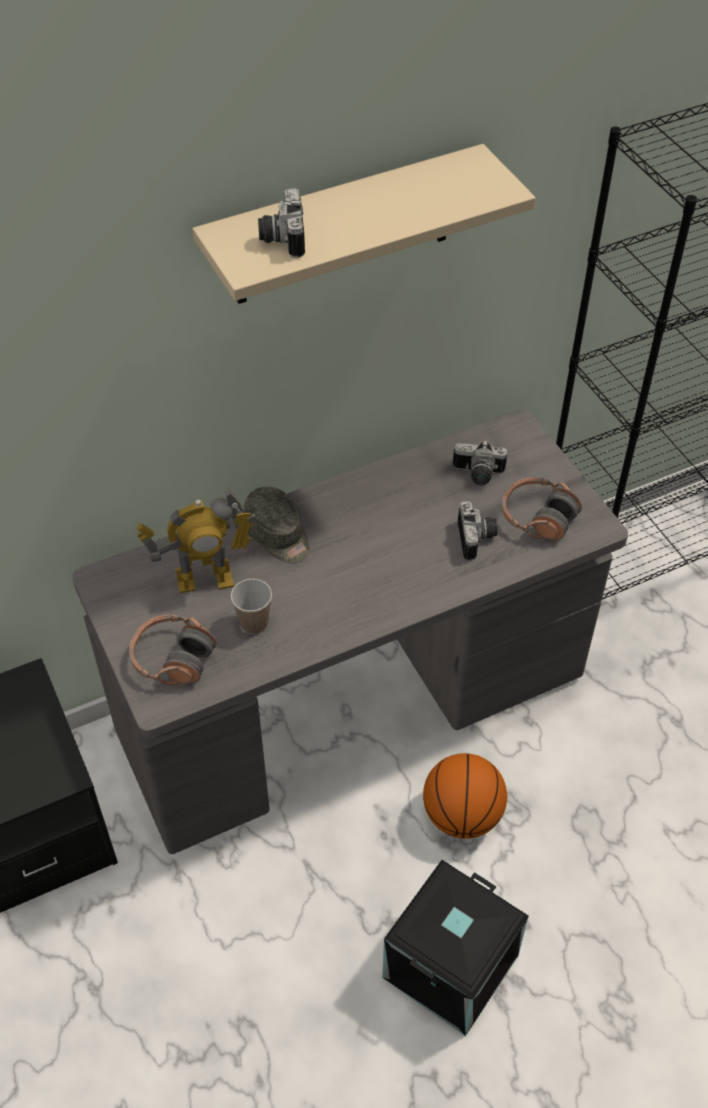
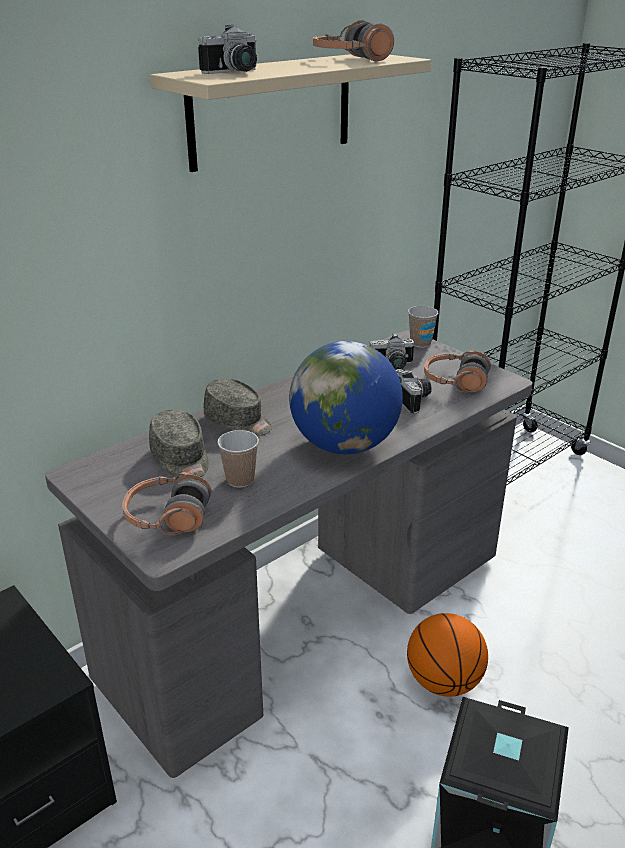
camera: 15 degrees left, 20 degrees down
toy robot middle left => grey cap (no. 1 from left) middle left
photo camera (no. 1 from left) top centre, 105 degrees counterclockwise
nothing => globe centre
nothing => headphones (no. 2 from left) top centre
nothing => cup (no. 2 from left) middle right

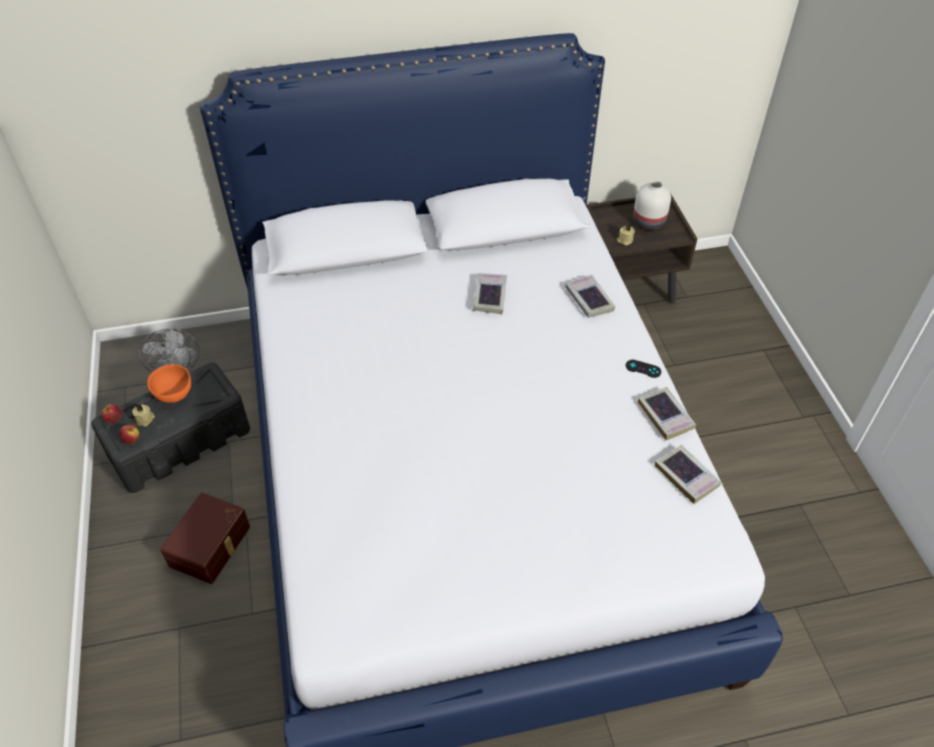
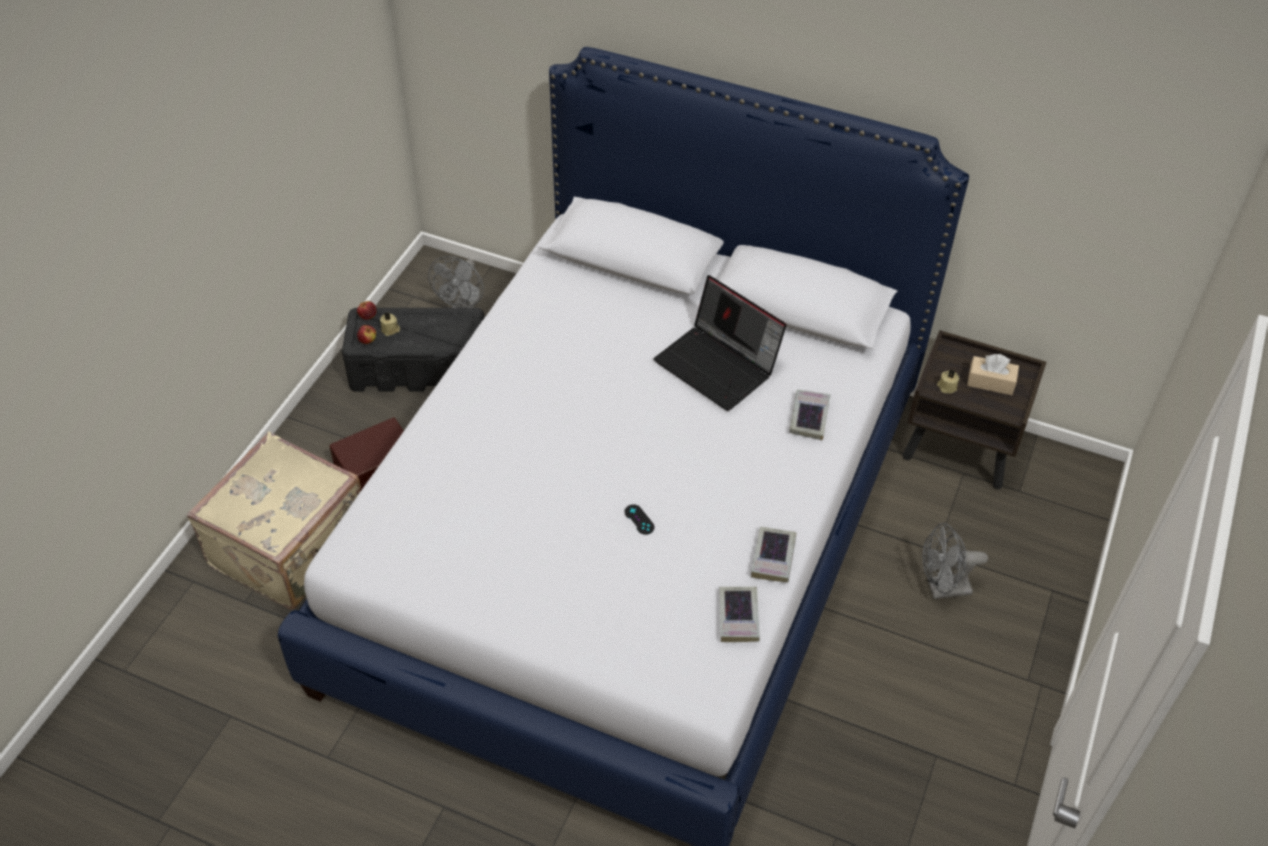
camera: 35 degrees right, 0 degrees up
orange bowl middle left => nothing
book (no. 1 from left) centre => laptop centre
black game controller middle right => black game controller centre, relocated
white vase top right => beige tissue box middle right
nothing => beige suitcase middle left
nothing => grey fan (no. 2 from left) middle right

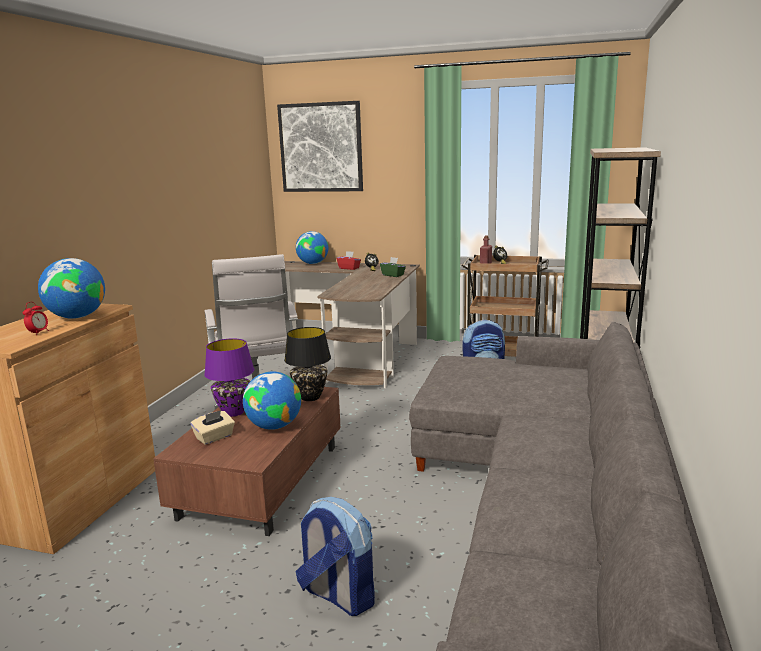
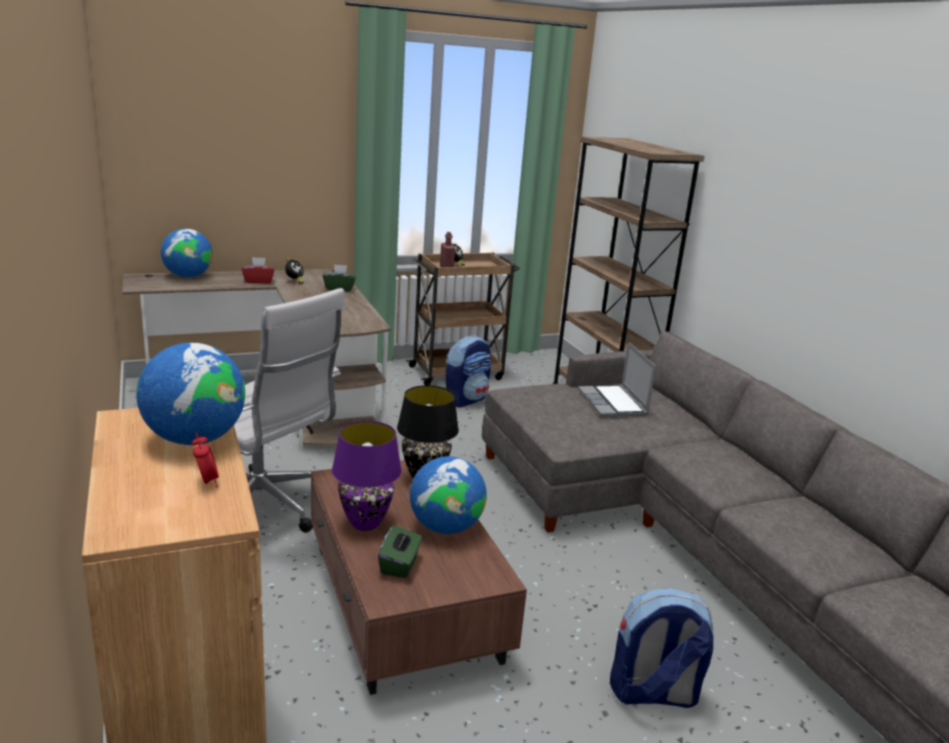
camera: 40 degrees left, 5 degrees up
beige tissue box middle left => green tissue box (no. 2 from left) bottom centre
picture top centre => nothing
nothing => laptop centre

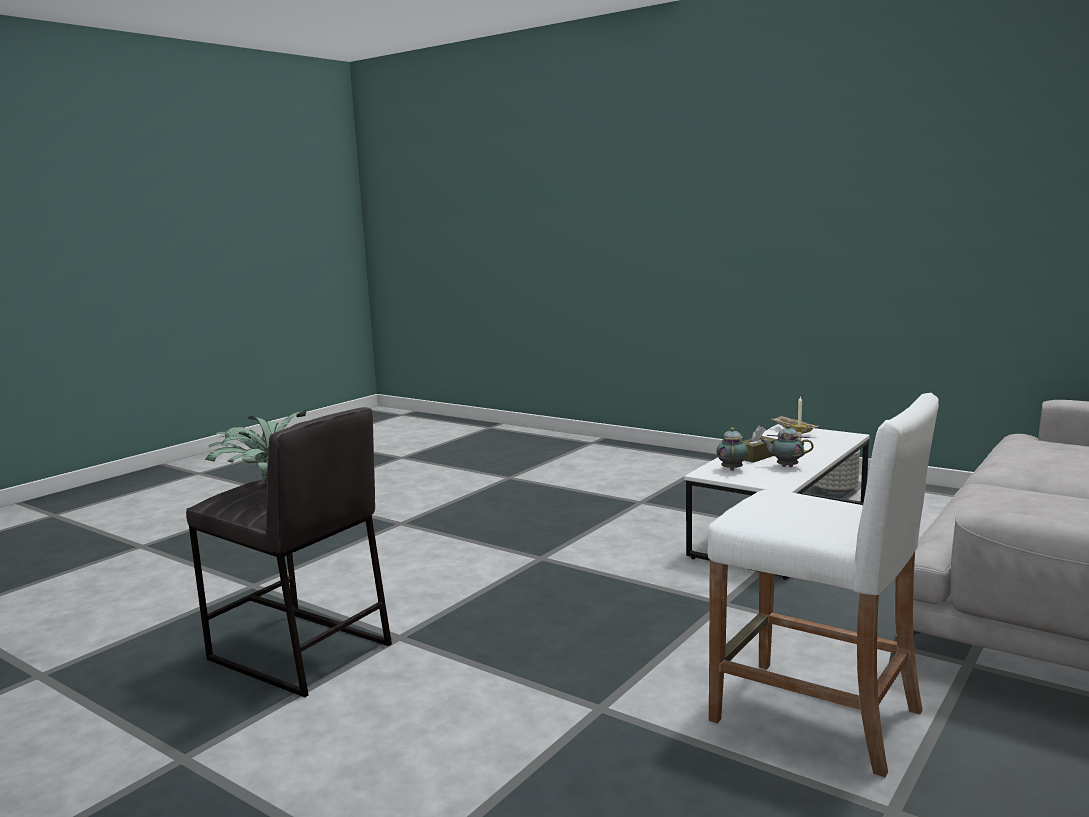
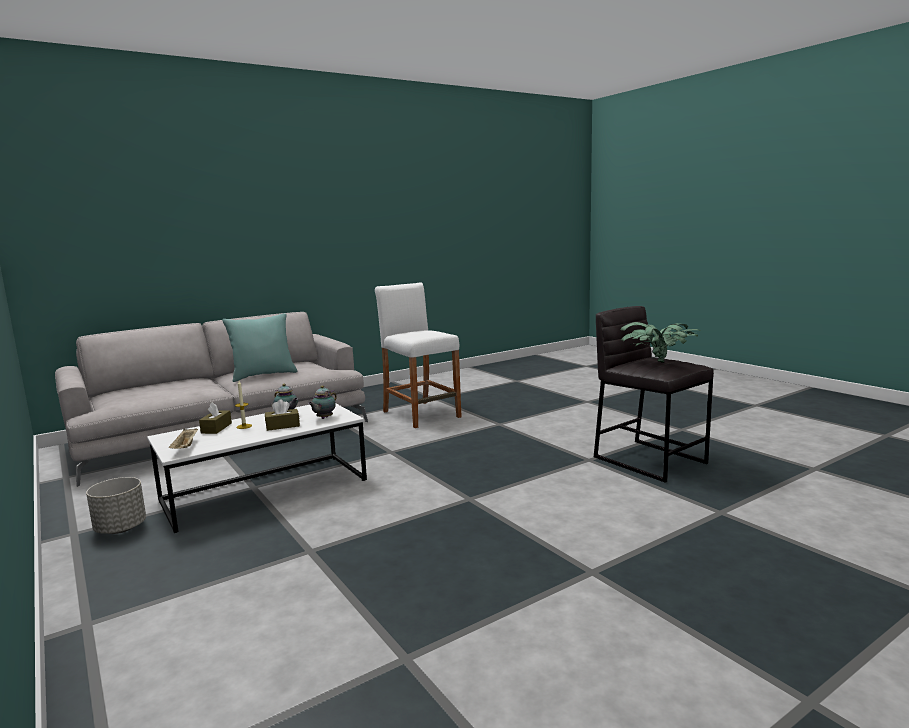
camera: 160 degrees left, 0 degrees up
nothing => brown tissue box (no. 1 from left) middle left
nothing => turquoise pillow middle left

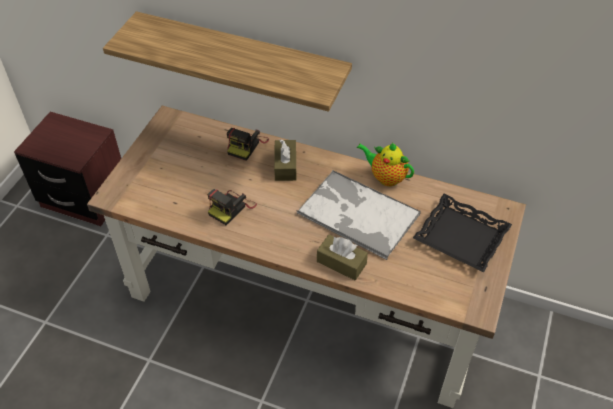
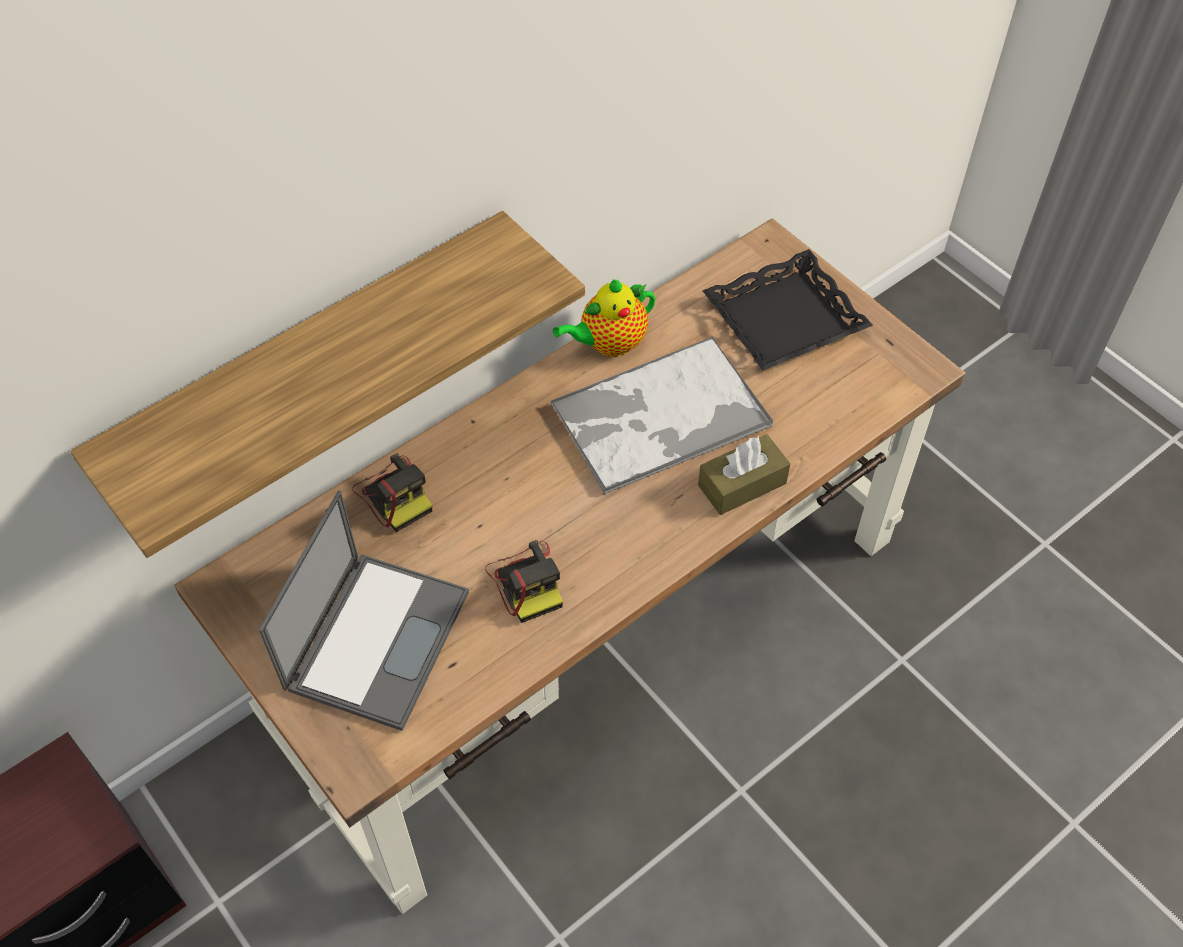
camera: 60 degrees left, 5 degrees up
brown tissue box (no. 1 from left) centre => nothing
nothing => laptop middle left

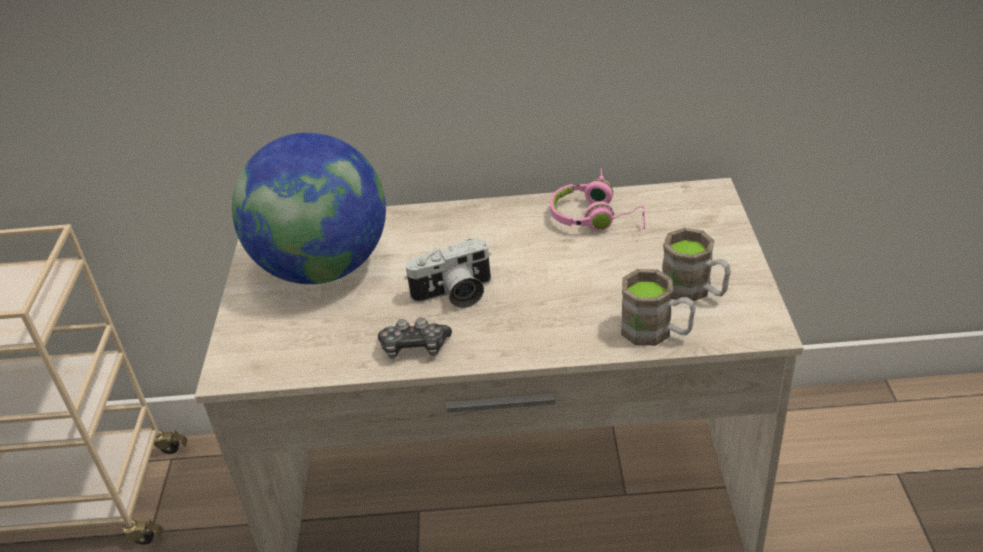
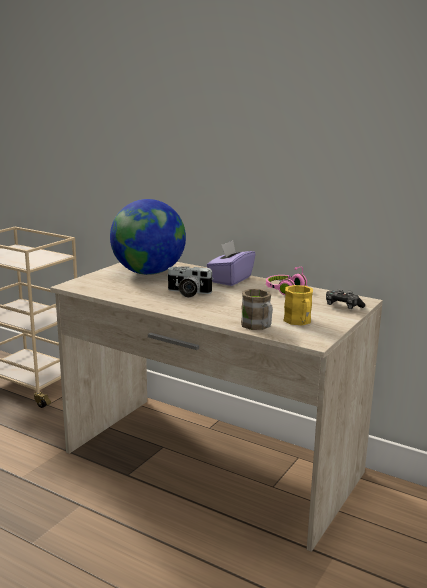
camera: 30 degrees right, 20 degrees down
game controller centre => game controller middle right, relocated
brown mug (no. 2 from left) middle right => yellow mug middle right
nothing => purple tissue box centre

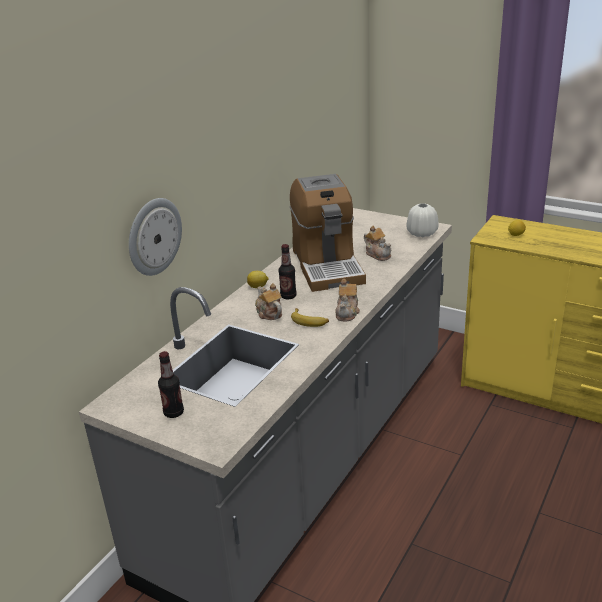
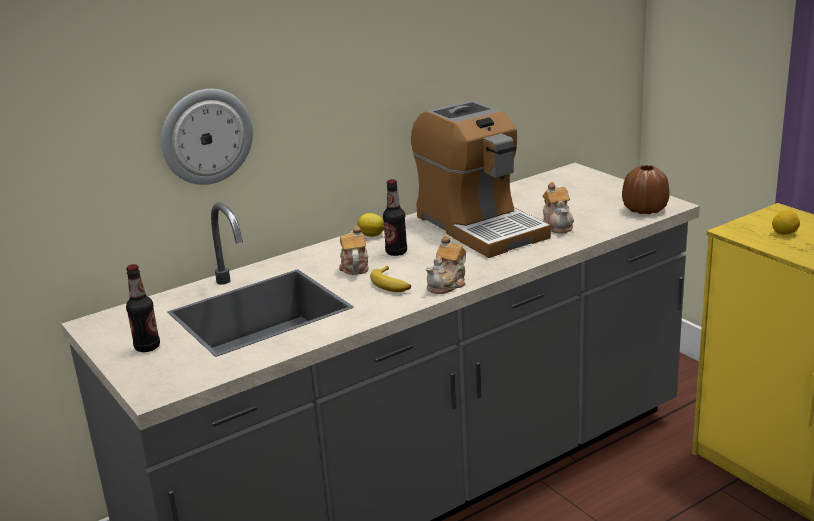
camera: 25 degrees right, 5 degrees down
coffee machine centre, 45 degrees counterclockwise
white vase middle right => brown vase middle right

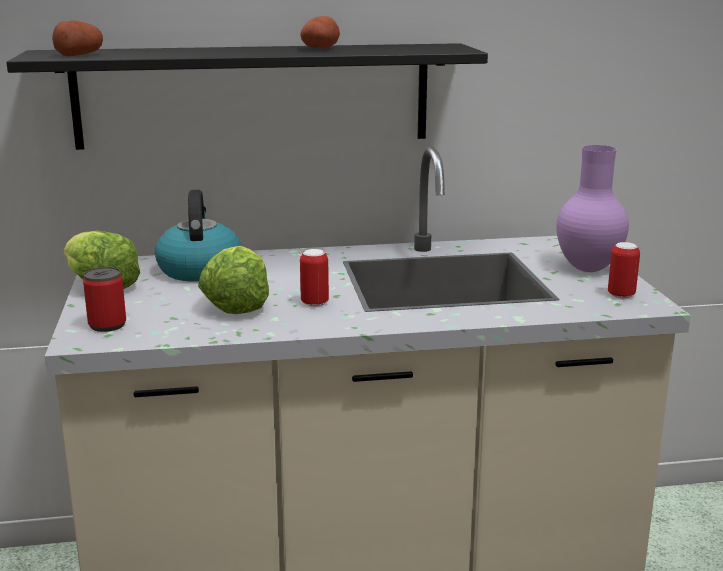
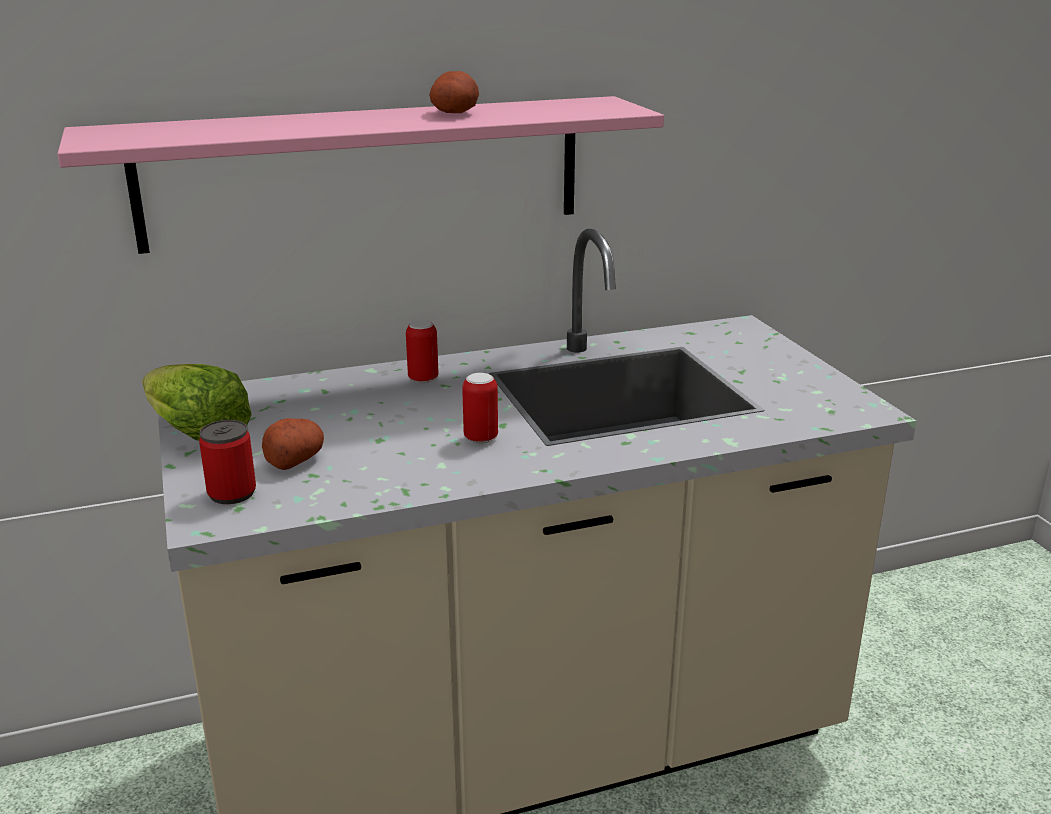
camera: 10 degrees left, 5 degrees up
black shelf top centre => pink shelf top centre
potato (no. 1 from left) top left => potato (no. 1 from left) middle left, relocated
kettle middle left => nothing
lettuce (no. 2 from left) middle left => nothing
purple vase middle right => nothing
can (no. 3 from left in the first image) middle right => can (no. 2 from left) centre, relocated

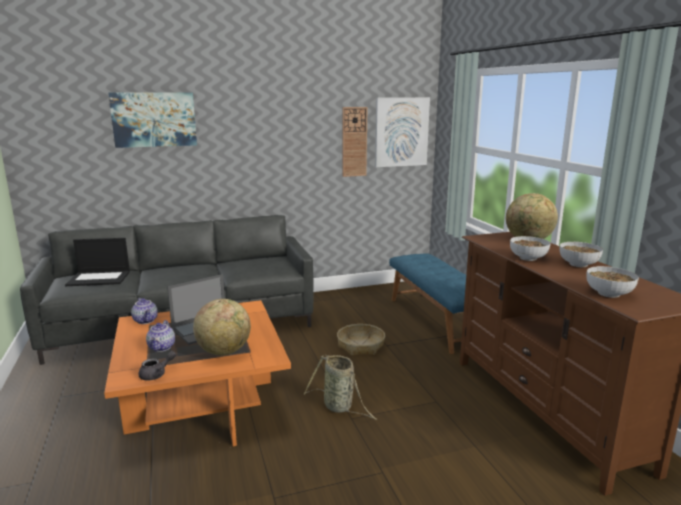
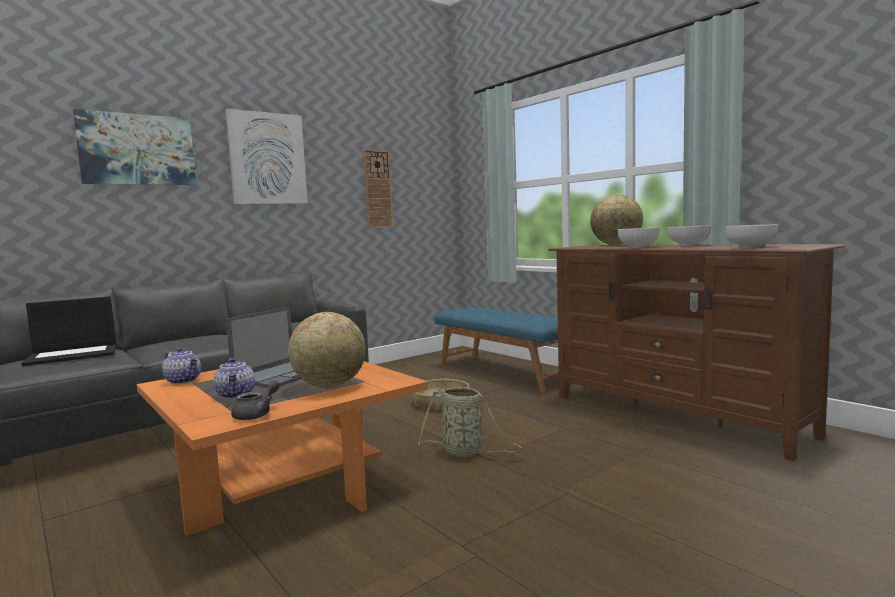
camera: 20 degrees left, 10 degrees down
picture (no. 2 from left) top centre => picture (no. 2 from left) top left, relocated

